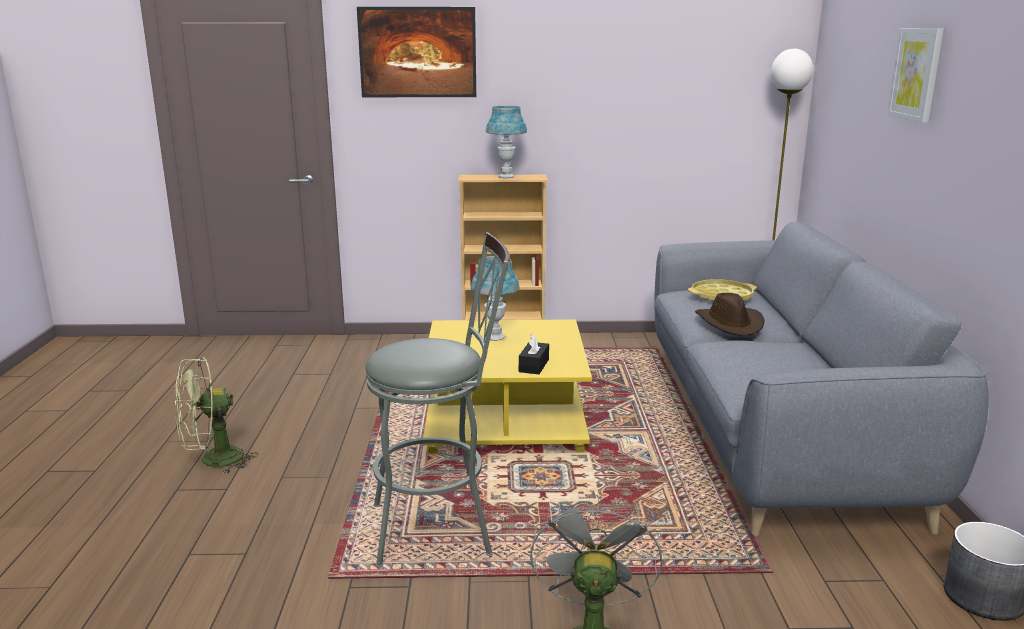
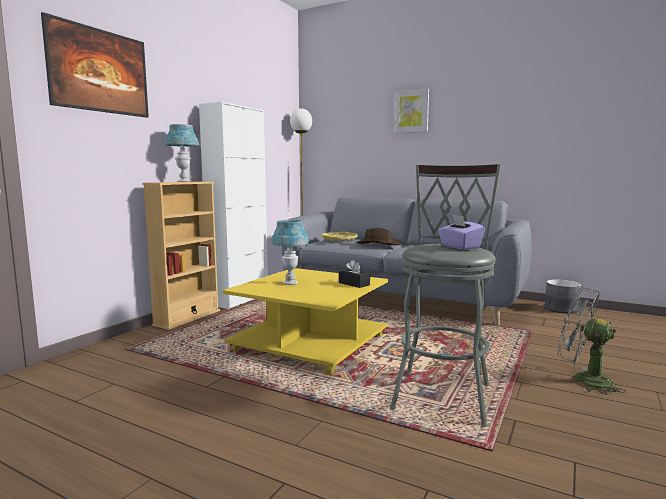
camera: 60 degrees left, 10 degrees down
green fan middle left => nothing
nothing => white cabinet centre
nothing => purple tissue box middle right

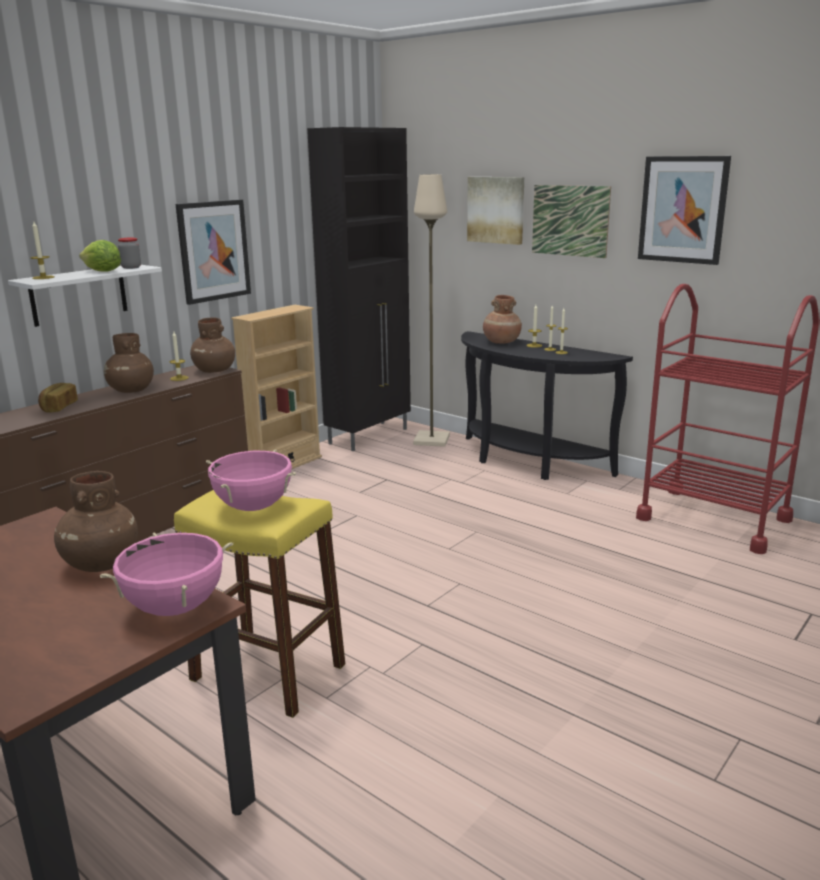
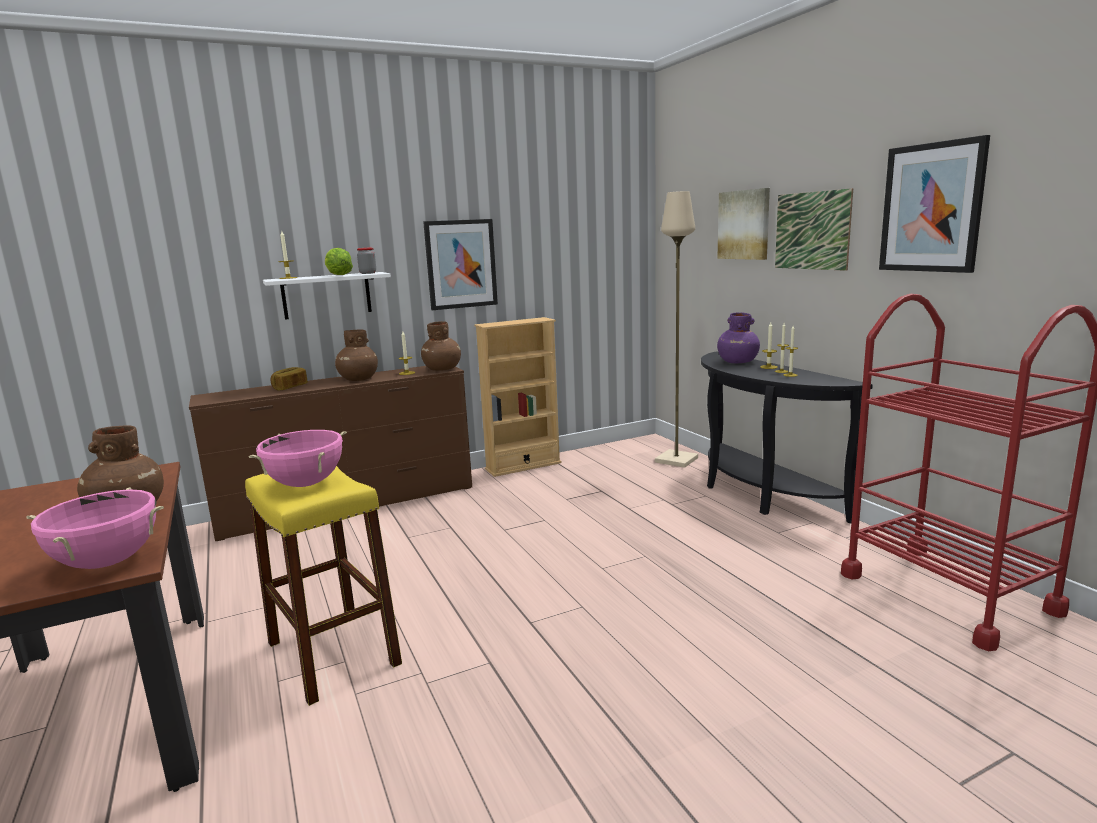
camera: 25 degrees right, 5 degrees down
black cabinet top centre => nothing
brown vase (no. 4 from left) centre => purple vase middle right

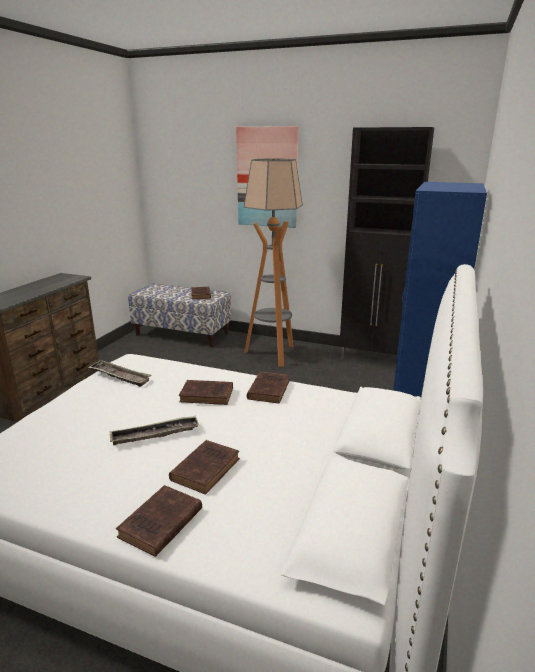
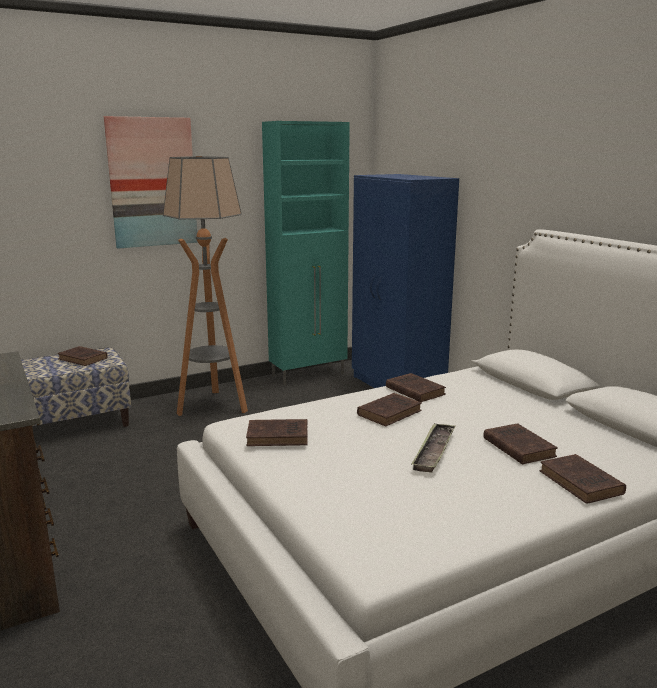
camera: 50 degrees left, 5 degrees down
tray (no. 1 from left) middle left => brown book (no. 2 from left) centre
black cabinet middle right => turquoise cabinet centre

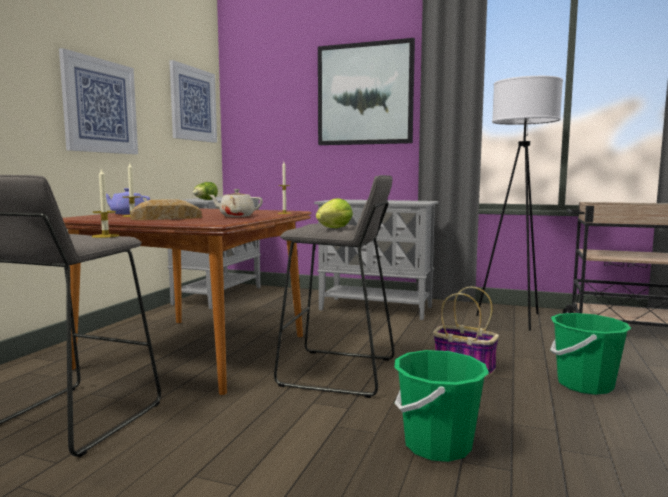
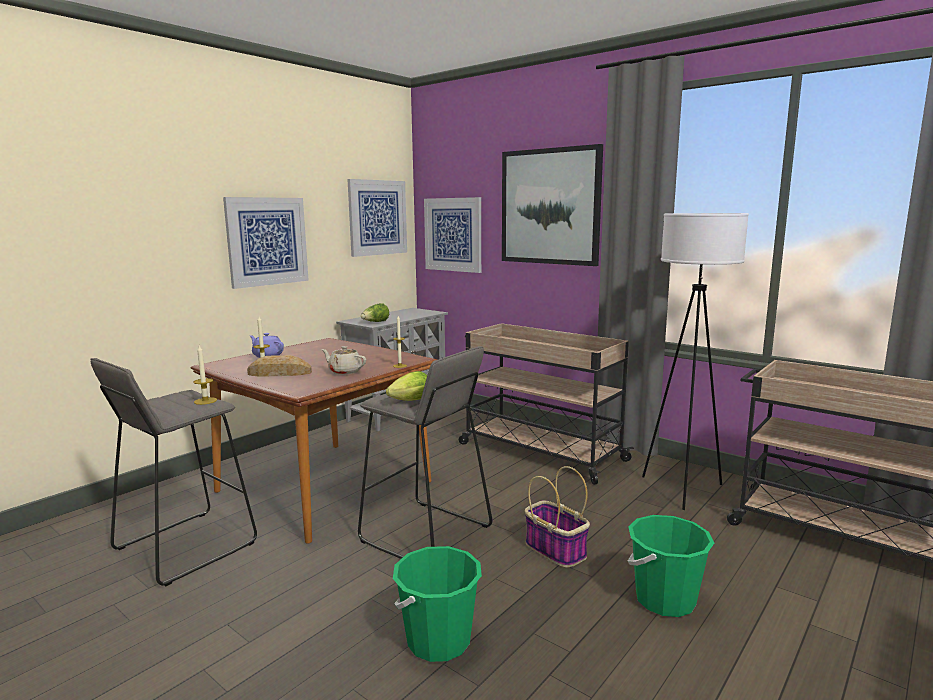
camera: 20 degrees right, 5 degrees up
grey cabinet (no. 2 from left) centre => beige cart (no. 1 from left) centre
nothing => picture (no. 3 from left) centre

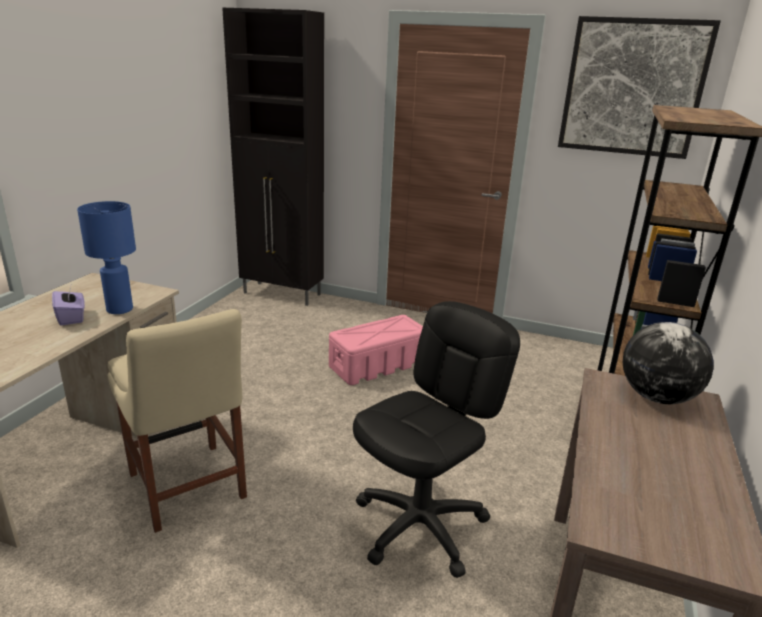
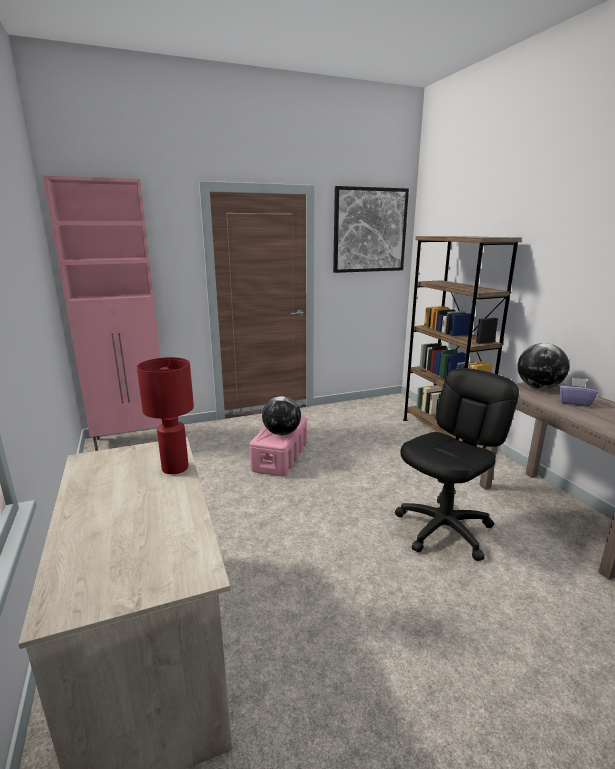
camera: 40 degrees left, 5 degrees down
purple tissue box middle left => purple tissue box middle right, relocated
blue table lamp middle left => red table lamp middle left
beige chair bottom left => nothing
black cabinet top centre => pink cabinet middle left
black office chair bottom centre => black office chair middle right, 45 degrees clockwise
nothing => globe (no. 1 from left) centre

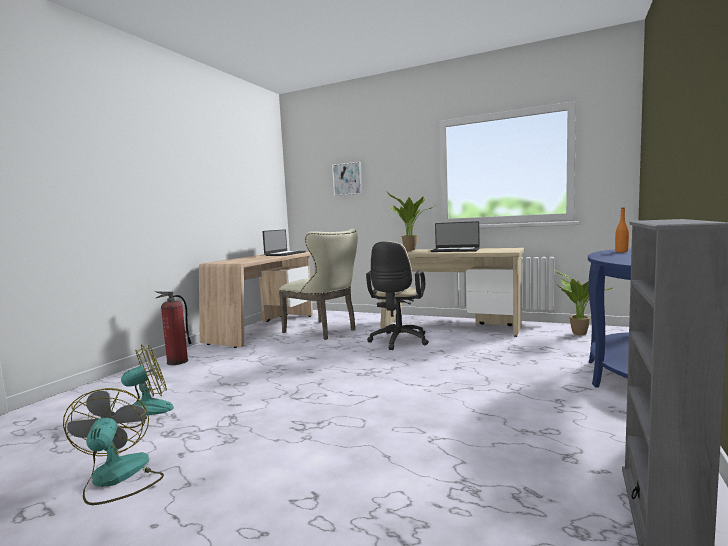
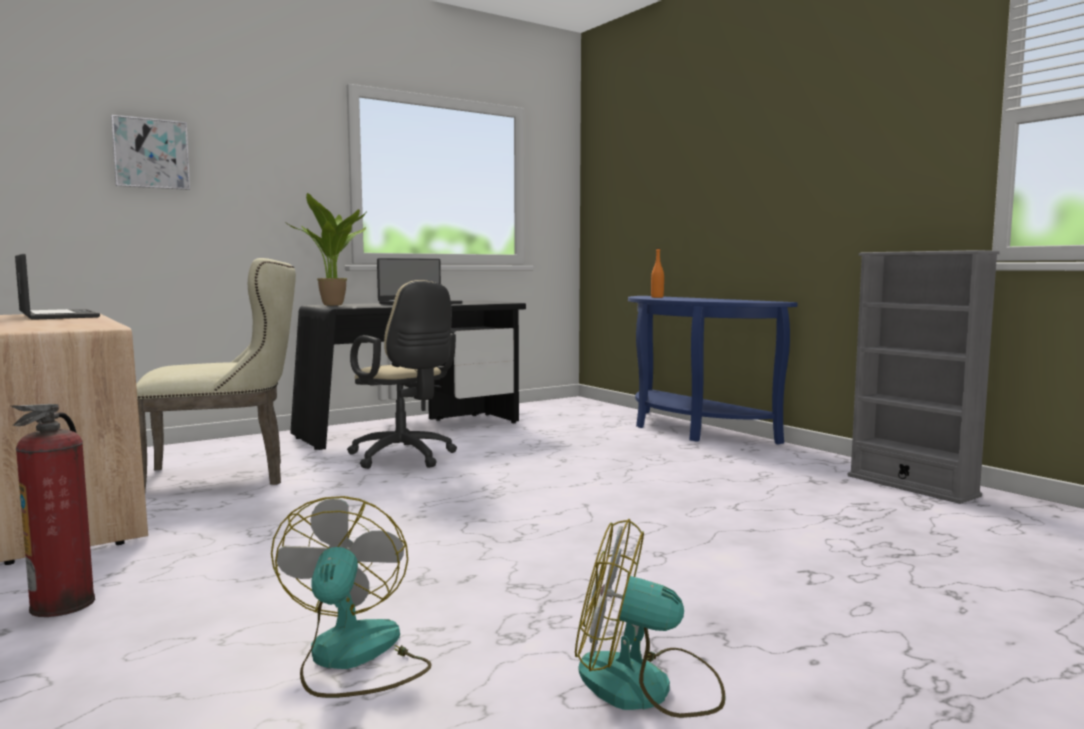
camera: 60 degrees left, 0 degrees up
beige desk (no. 2 from left) centre => black desk centre
potted plant (no. 2 from left) middle right => nothing

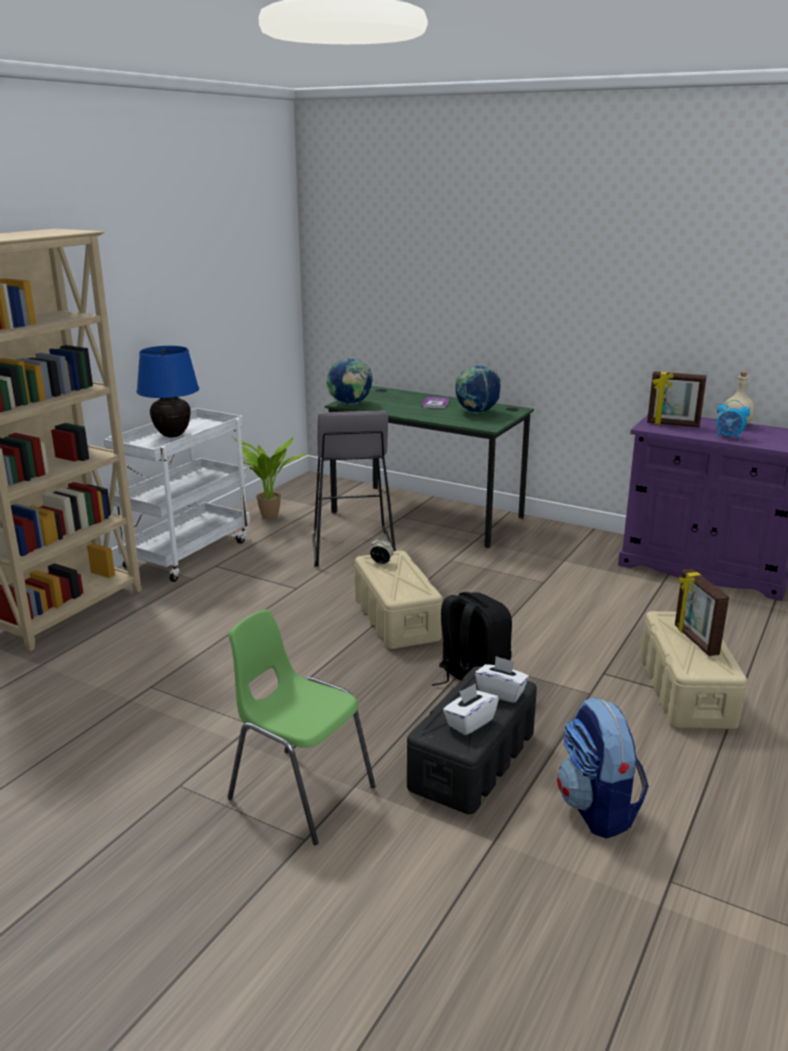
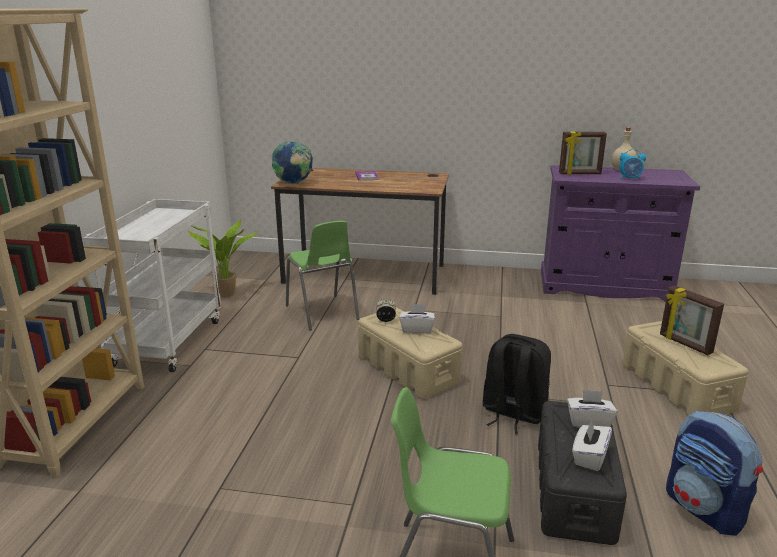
camera: 20 degrees left, 0 degrees up
blue table lamp middle left => nothing
grey stool centre => green chair (no. 1 from left) centre
green desk centre => brown desk centre
globe (no. 2 from left) centre => nothing
nothing => white tissue box (no. 1 from left) centre

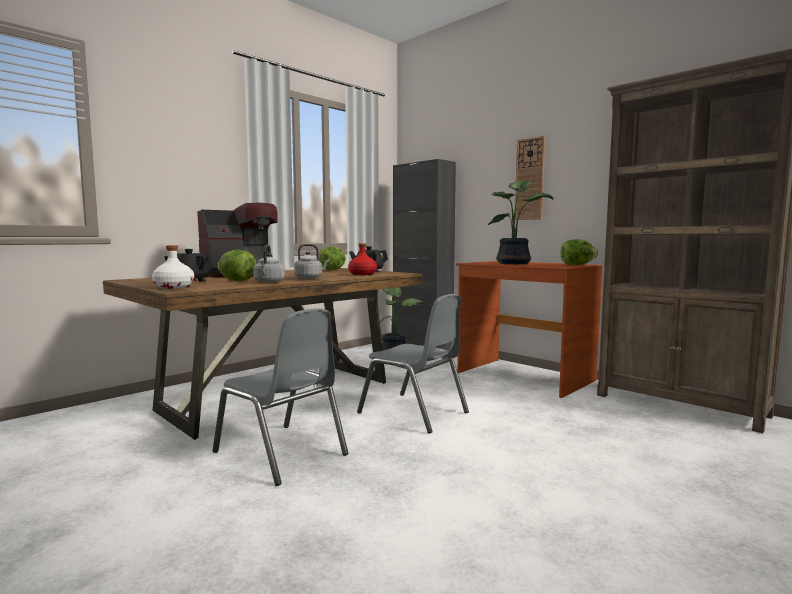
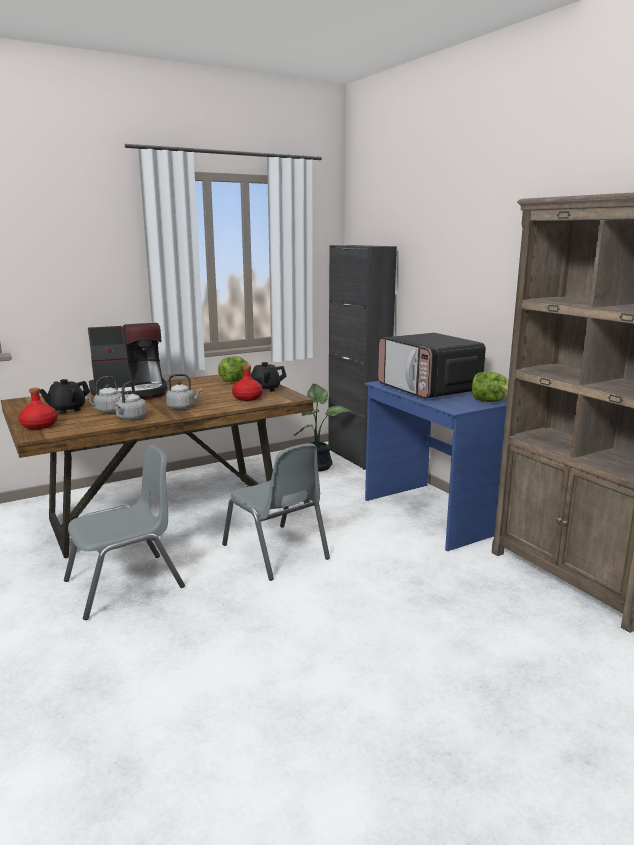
camera: 15 degrees right, 10 degrees up
white bottle middle left => red bottle (no. 1 from left) middle left
grey chair (no. 1 from left) bottom centre => grey chair (no. 1 from left) middle left, 90 degrees counterclockwise
lettuce (no. 1 from left) middle left => grey kettle (no. 1 from left) middle left
brown desk middle right => blue desk middle right
potted plant (no. 2 from left) centre => microwave middle right
wall clock top right => nothing

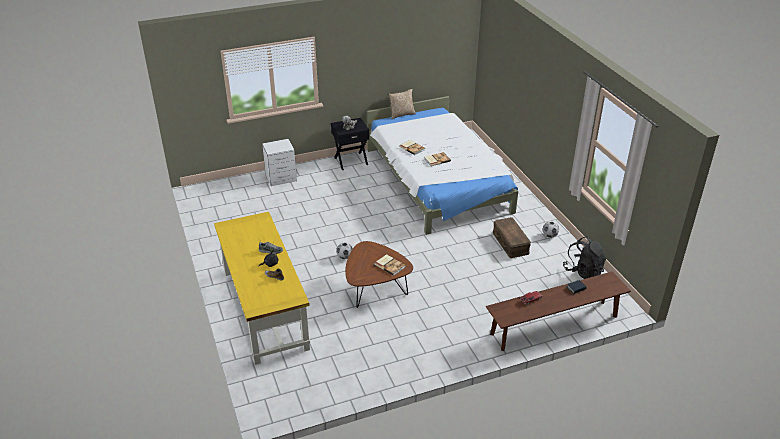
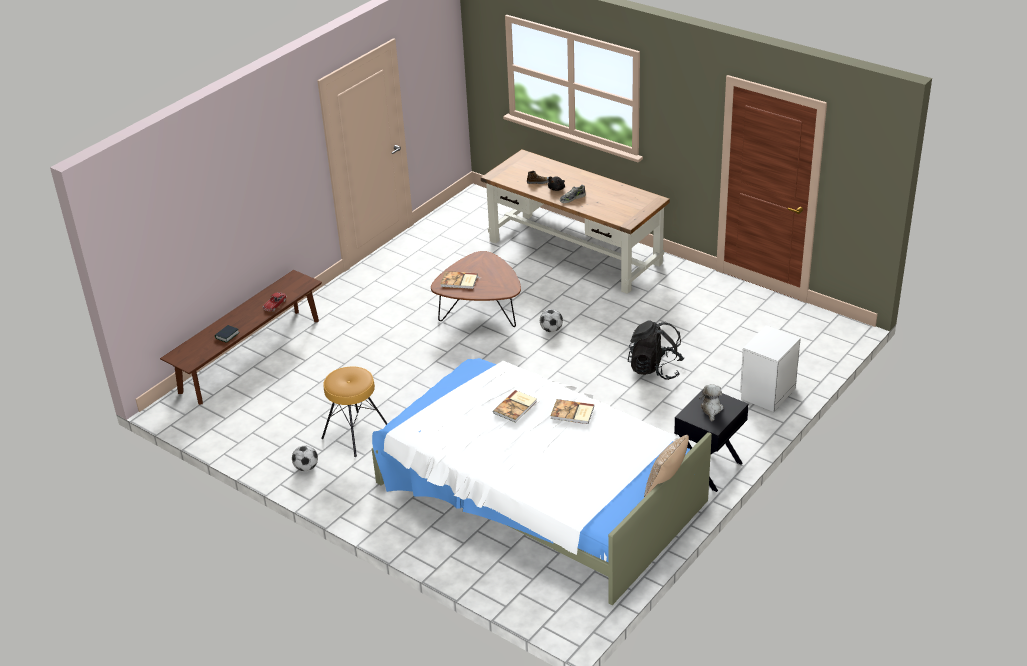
camera: 150 degrees right, 0 degrees up
yellow desk centre => brown desk top centre
brown storage box centre => brown stool centre
black backpack middle right => black backpack centre, relocated

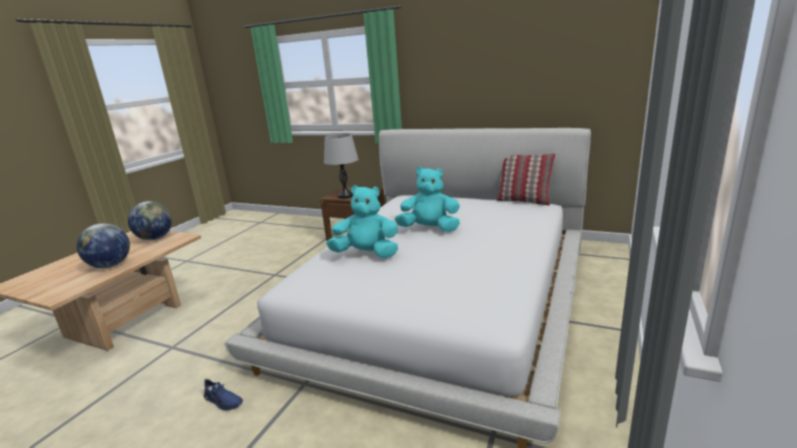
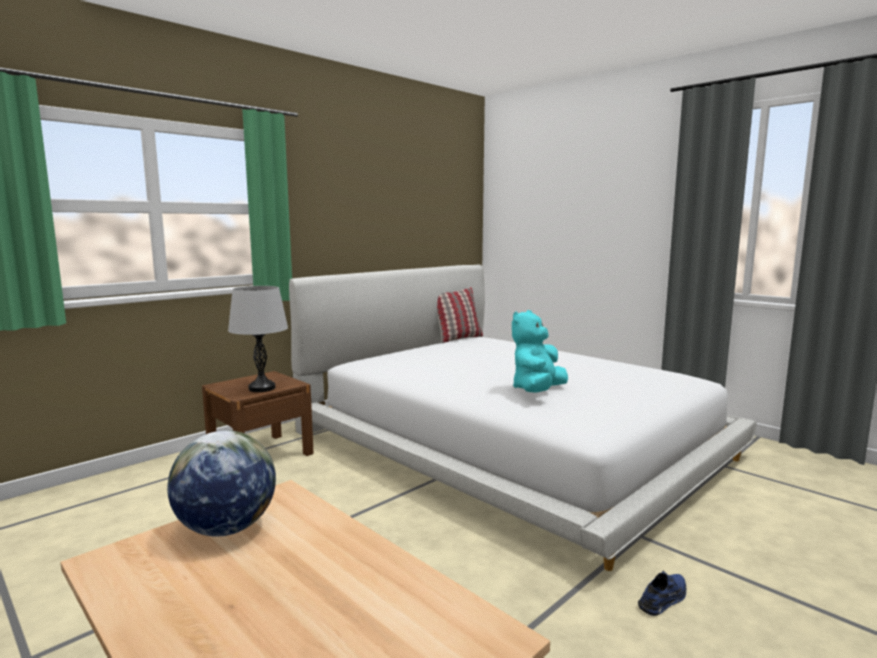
camera: 70 degrees left, 10 degrees down
globe (no. 1 from left) middle left => nothing
turquoise plush toy (no. 2 from left) centre => nothing

